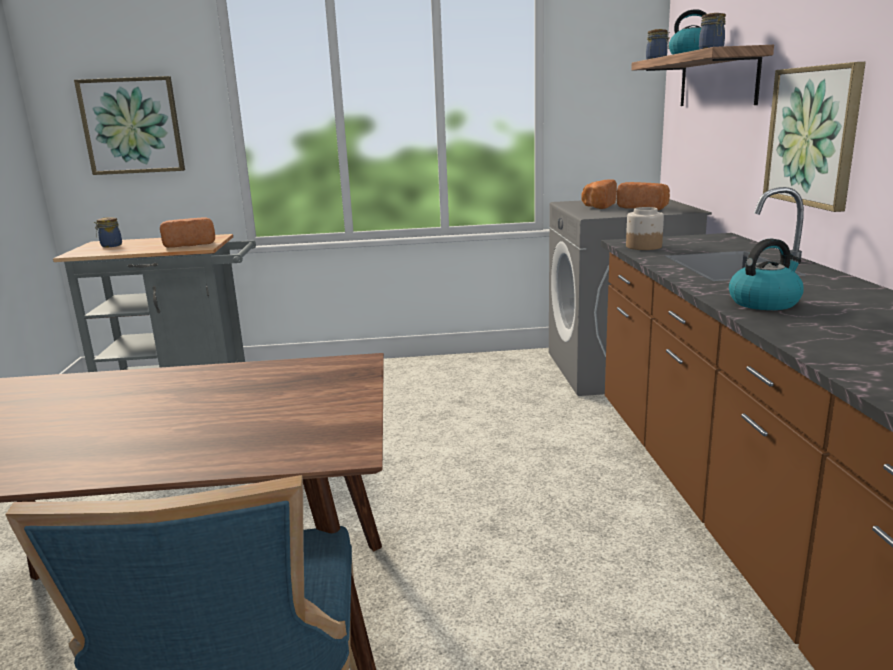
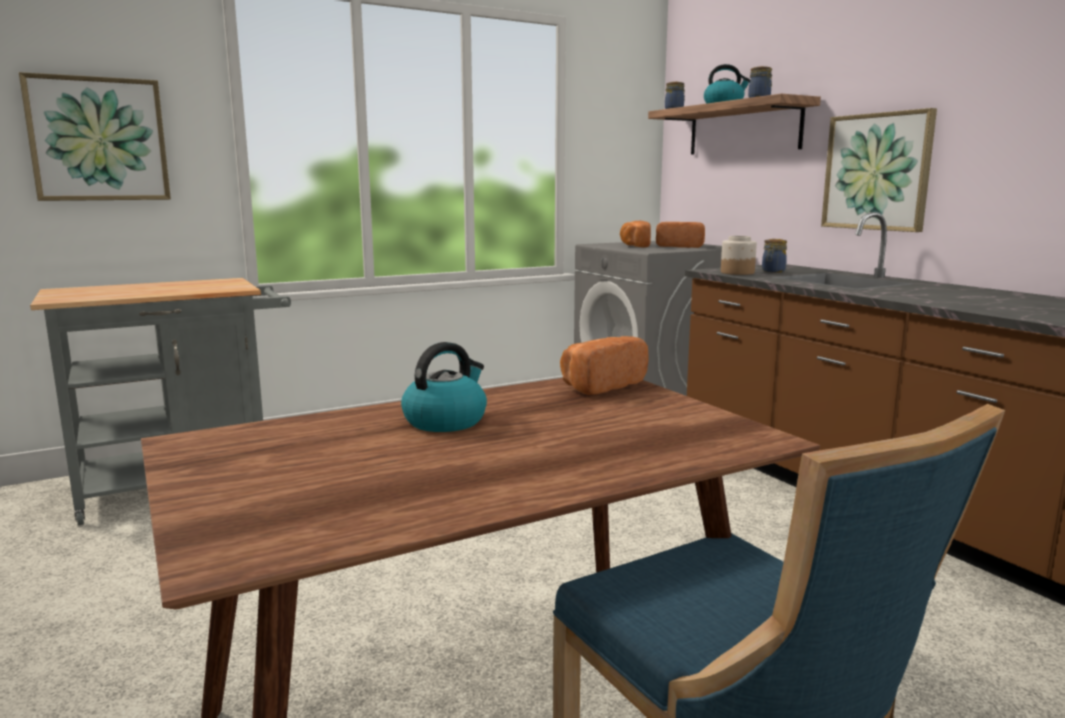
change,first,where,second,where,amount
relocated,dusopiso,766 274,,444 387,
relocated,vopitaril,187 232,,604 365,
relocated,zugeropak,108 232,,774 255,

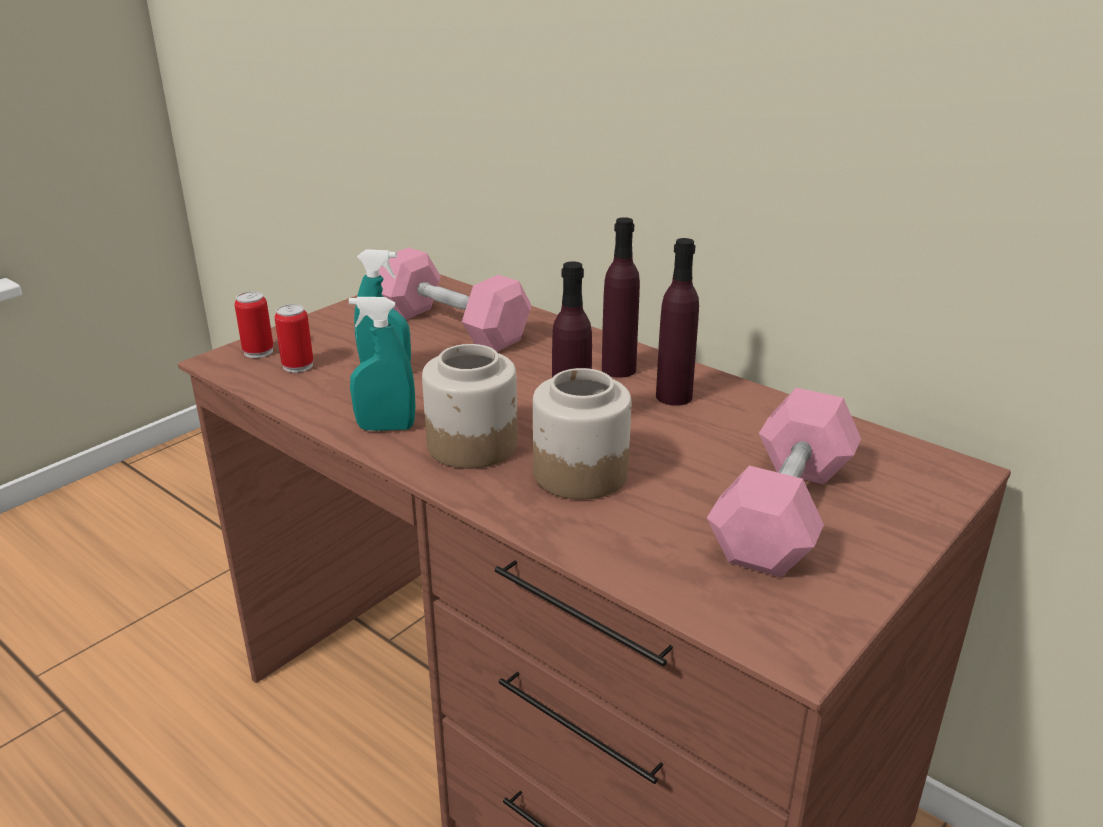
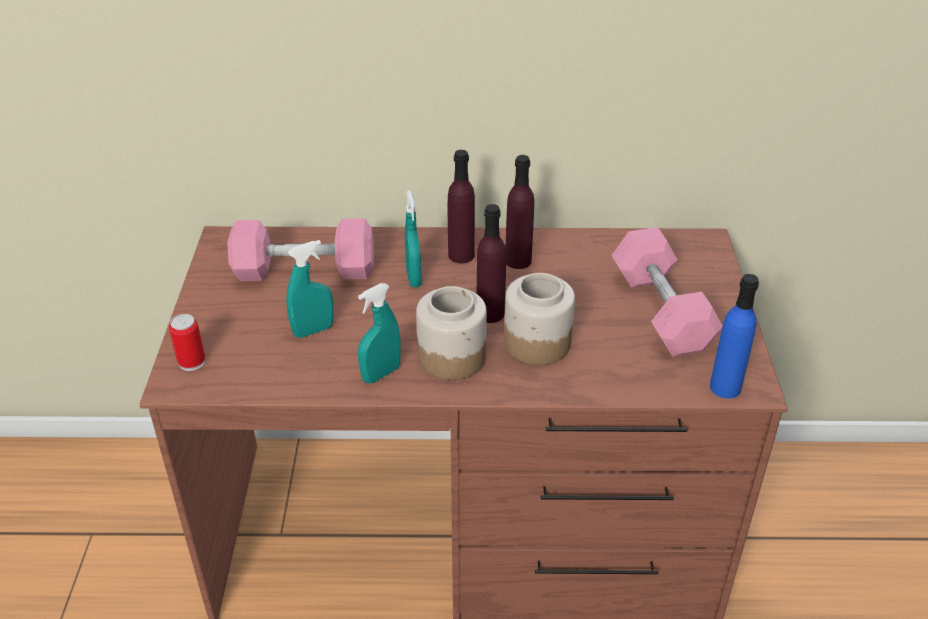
change,first,where,second,where,amount
appeared,,,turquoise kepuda,413 239,
appeared,,,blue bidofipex,734 336,
missing,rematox,294 338,,,

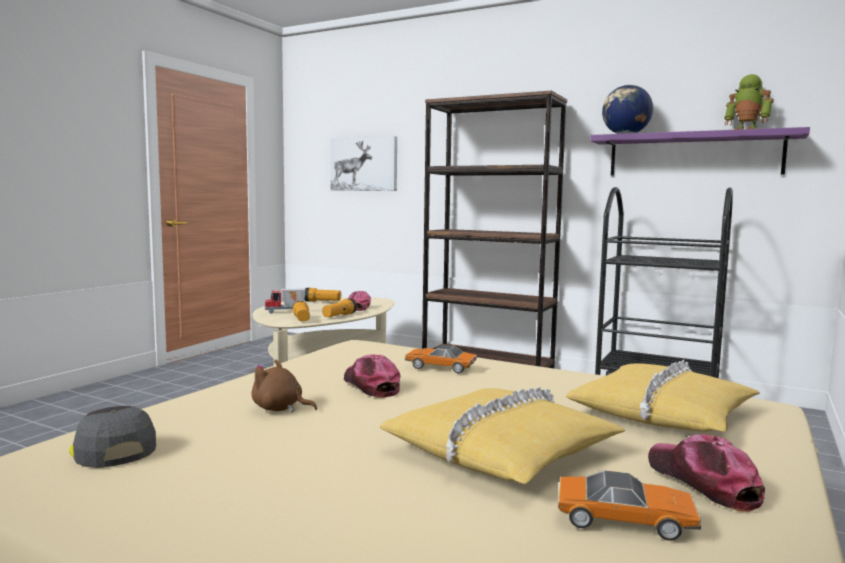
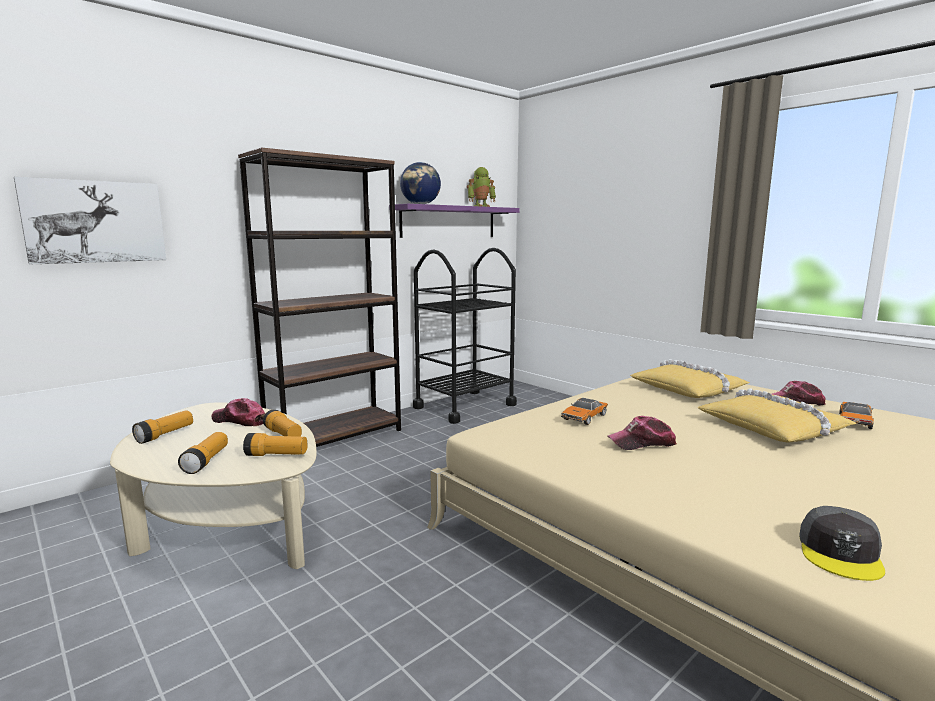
change,first,where,second,where,amount
exchanged,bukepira,284 301,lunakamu,203 453,
spun,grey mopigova,112 437,,842 543,45 degrees counterclockwise
missing,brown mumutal,284 385,,,

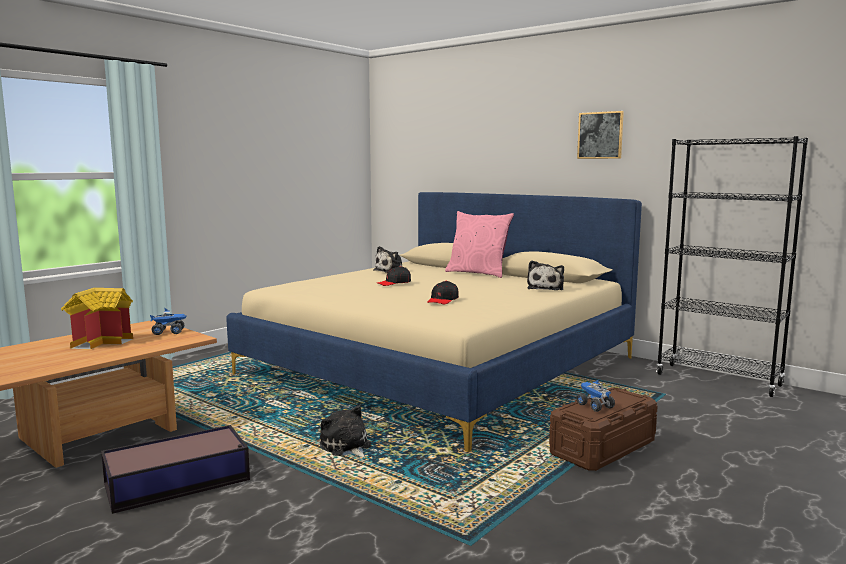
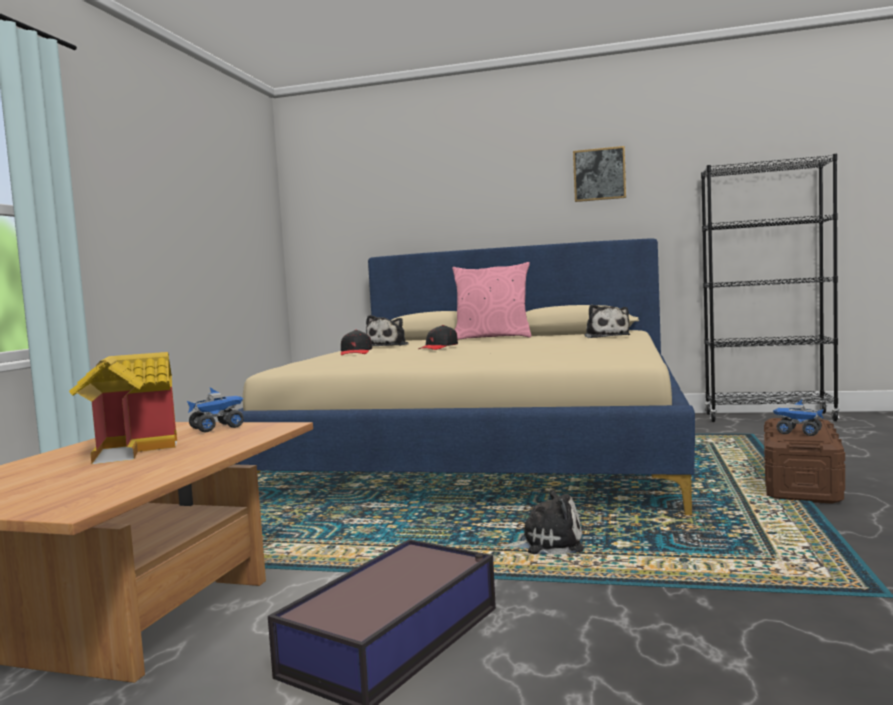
change,first,where,second,where,amount
relocated,black mopigova,443 293,,356 342,
spun,mumutal,345 432,,542 522,150 degrees clockwise

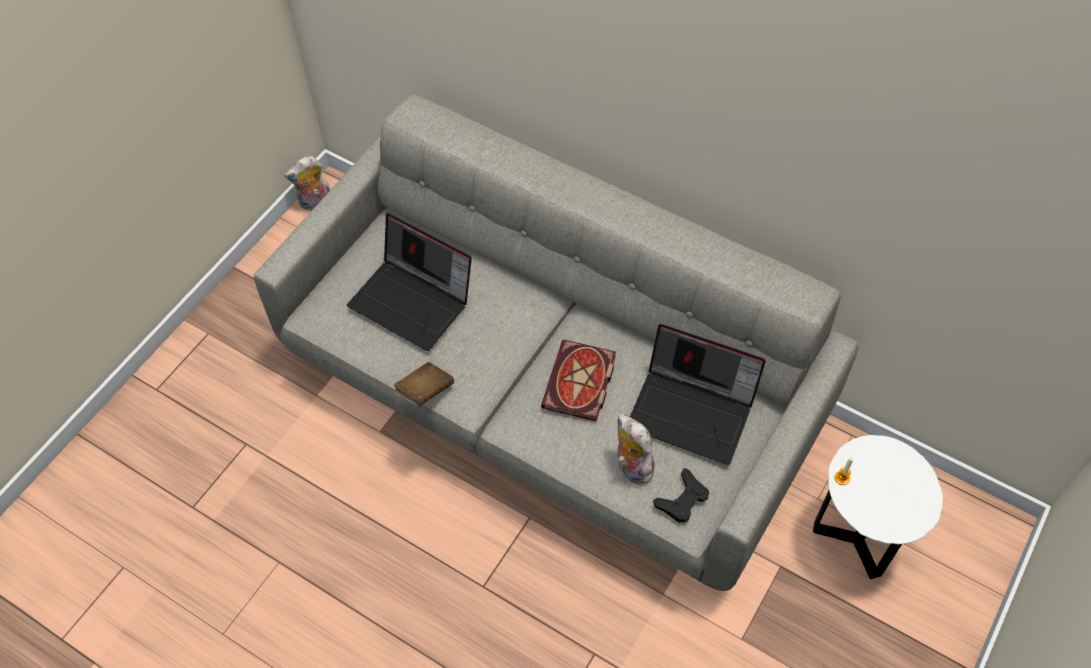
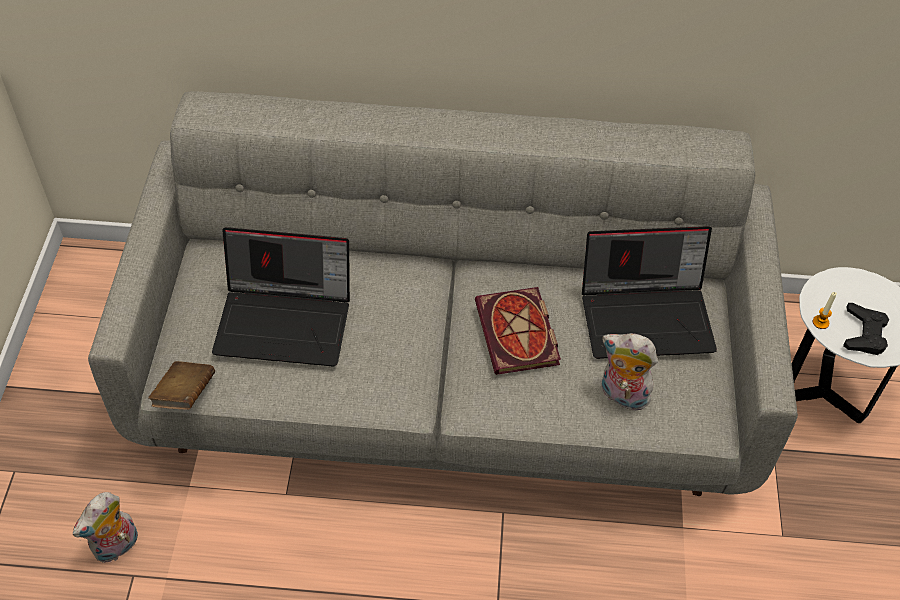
change,first,where,second,where,amount
relocated,mumutal,307 183,,105 527,
relocated,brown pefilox,424 384,,181 385,
relocated,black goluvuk,681 495,,866 329,

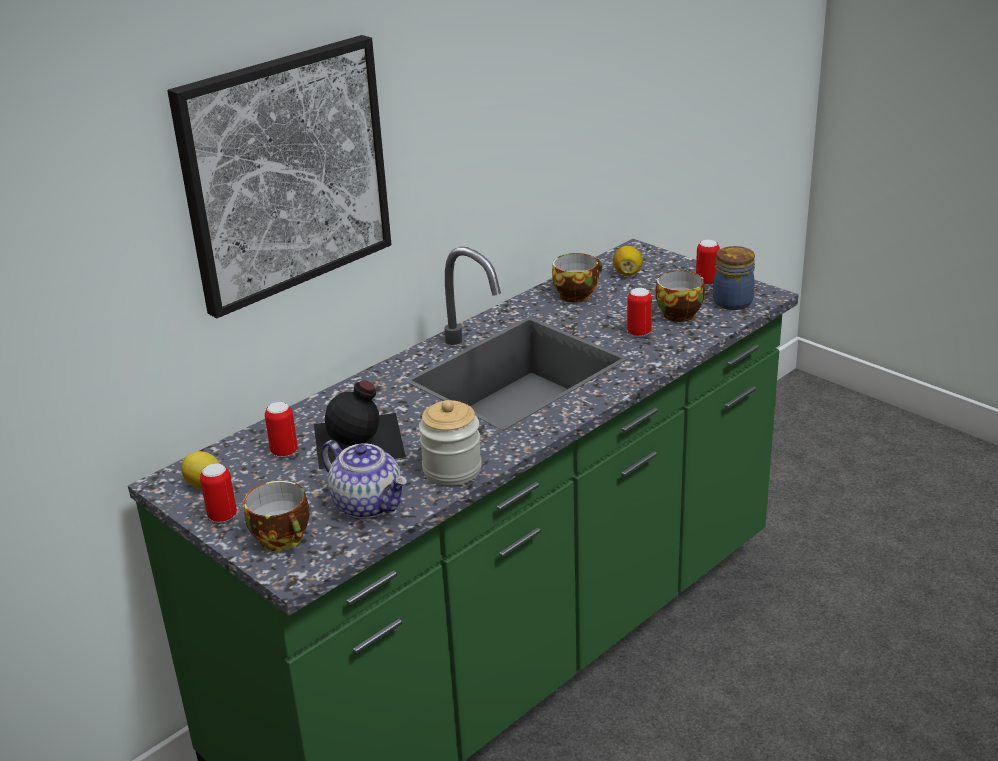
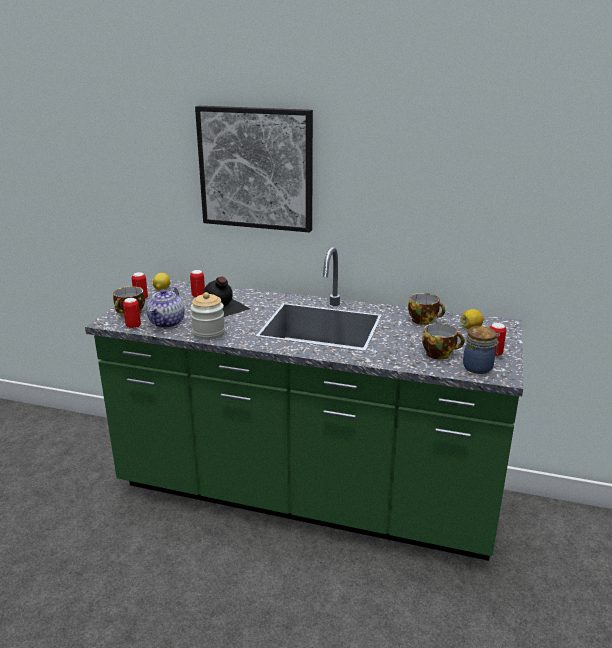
change,first,where,second,where,amount
relocated,rematox,639 312,,132 313,

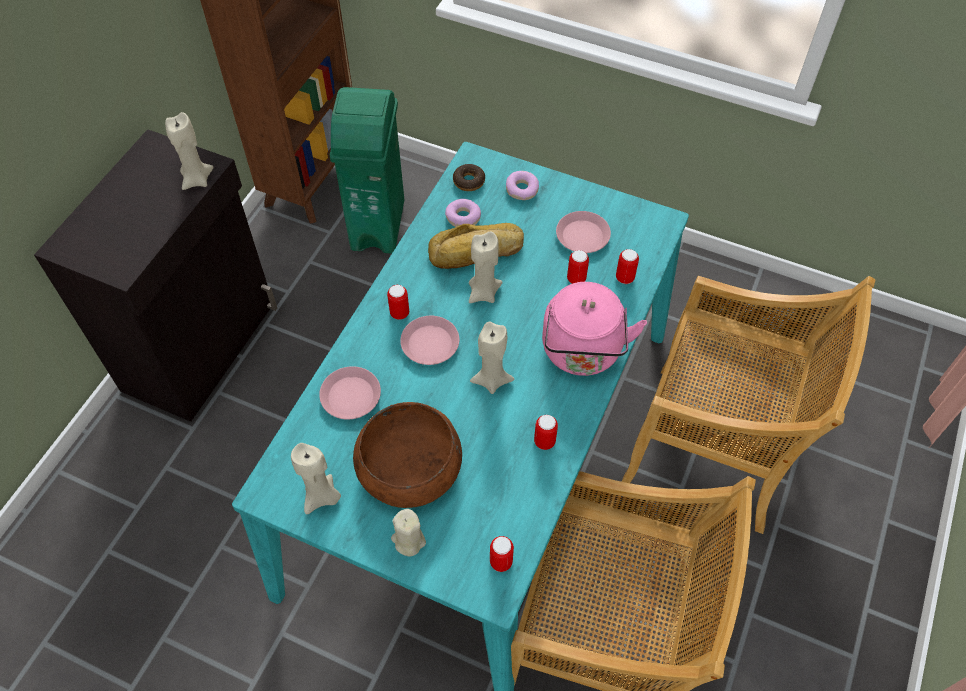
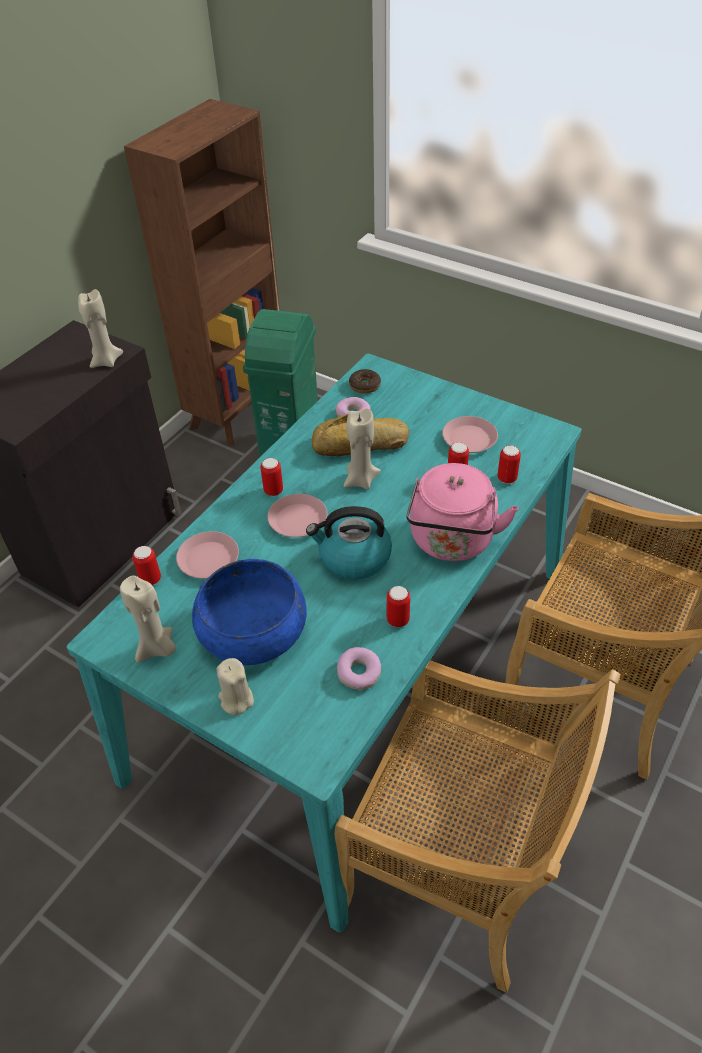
change,first,where,second,where,amount
relocated,rematox,502 554,,146 566,
colour,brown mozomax,407 455,blue mozomax,249 612,
exchanged,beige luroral,492 358,dusopiso,349 543,
relocated,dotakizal,522 185,,359 668,

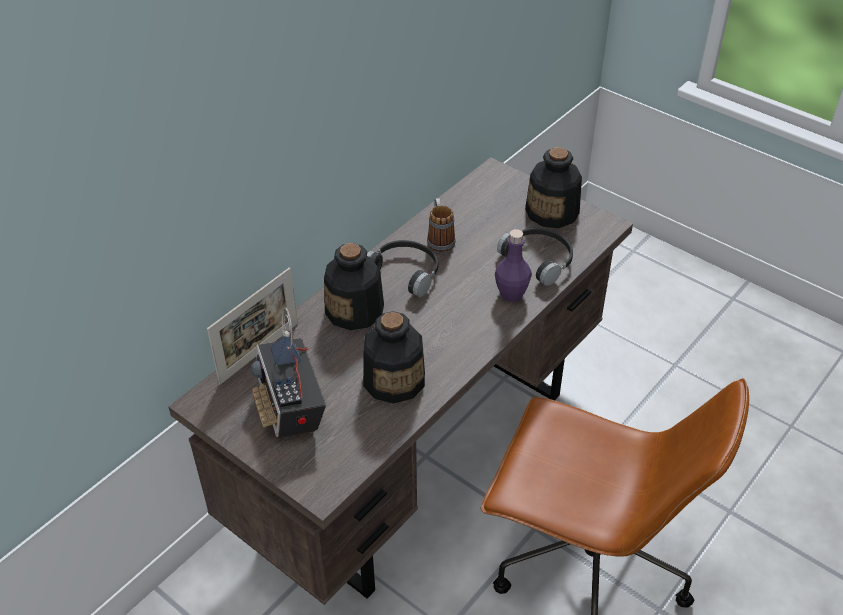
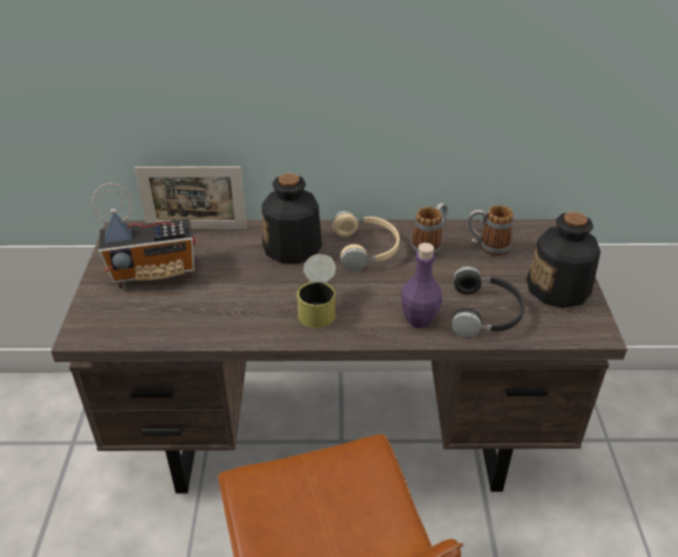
change,first,where,second,where,amount
spun,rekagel,288 373,,143 236,135 degrees counterclockwise
appeared,,,rematox,316 291,
colour,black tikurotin,402 268,beige tikurotin,366 241,
appeared,,,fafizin,490 230,
missing,bidofipex,394 357,,,

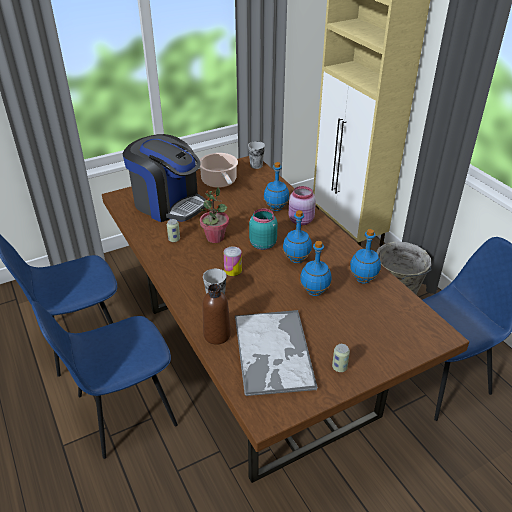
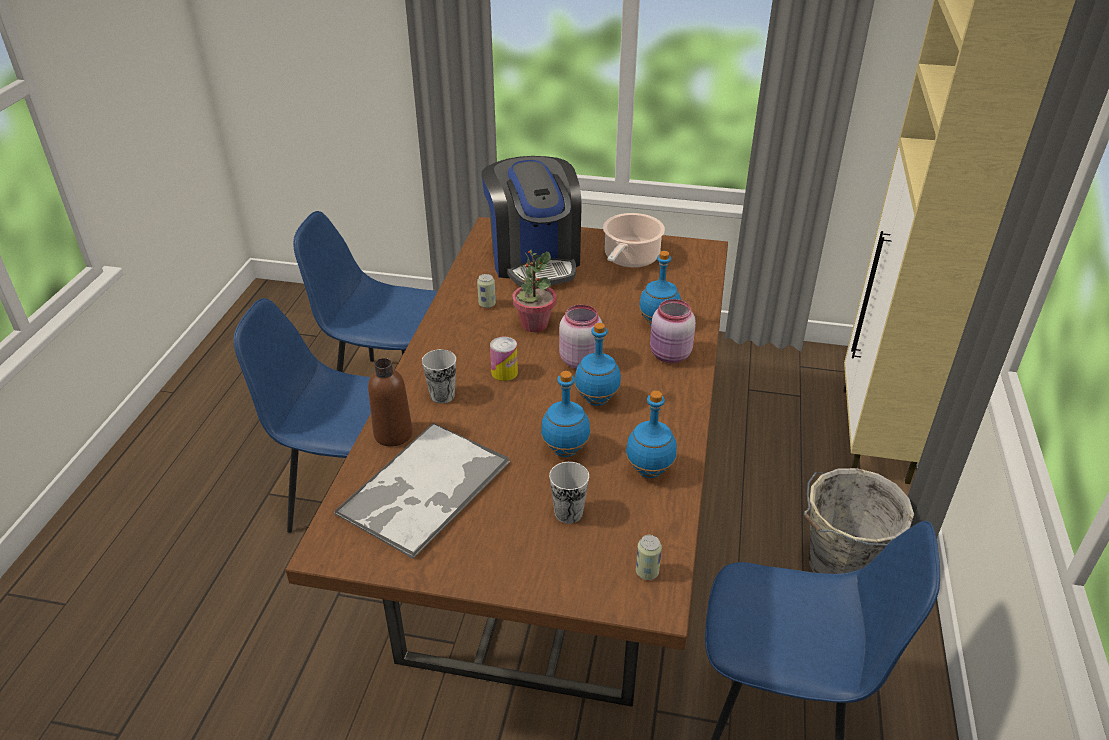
change,first,where,second,where,amount
relocated,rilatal,256 155,,569 493,
colour,turquoise zugeropak,263 229,pink zugeropak,580 337,
relocated,rematox,341 358,,649 557,

